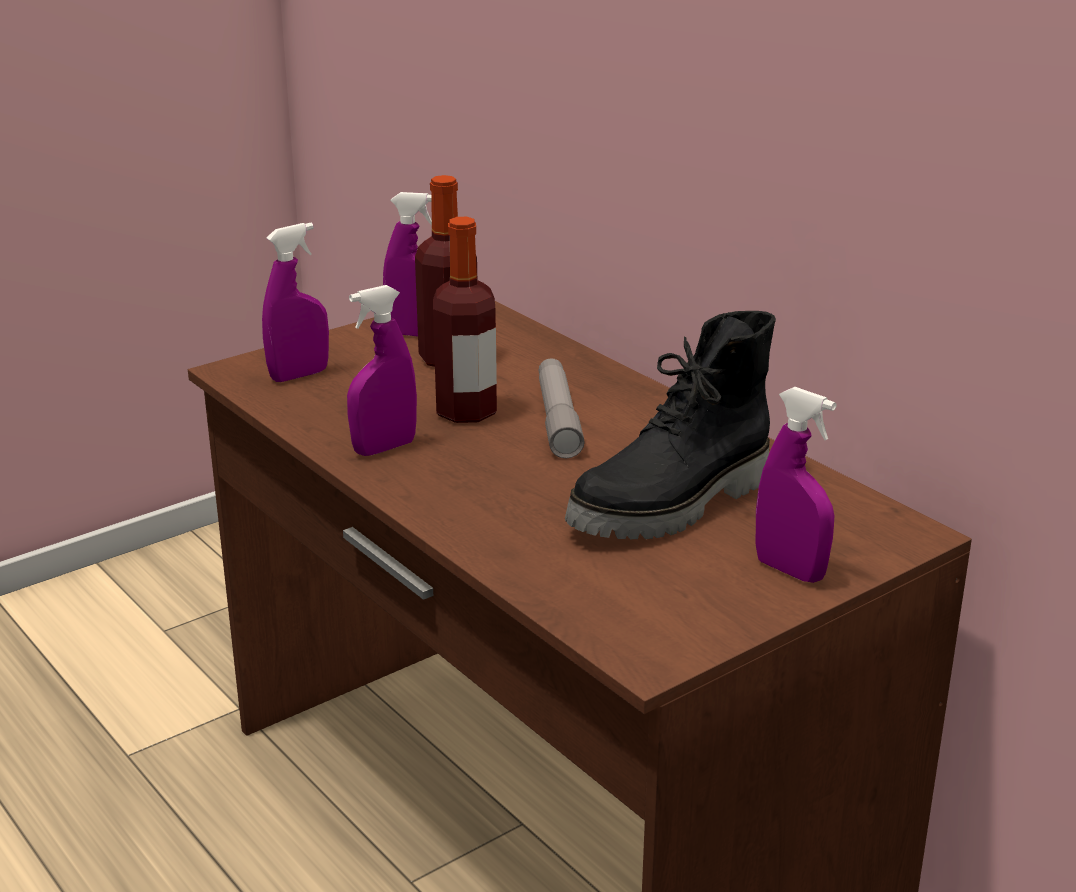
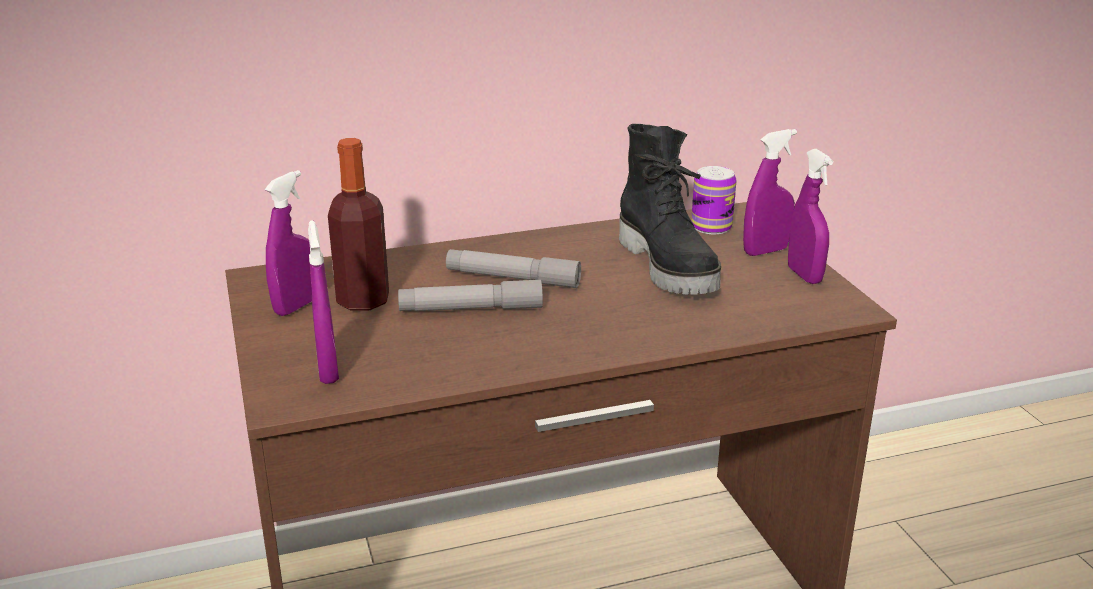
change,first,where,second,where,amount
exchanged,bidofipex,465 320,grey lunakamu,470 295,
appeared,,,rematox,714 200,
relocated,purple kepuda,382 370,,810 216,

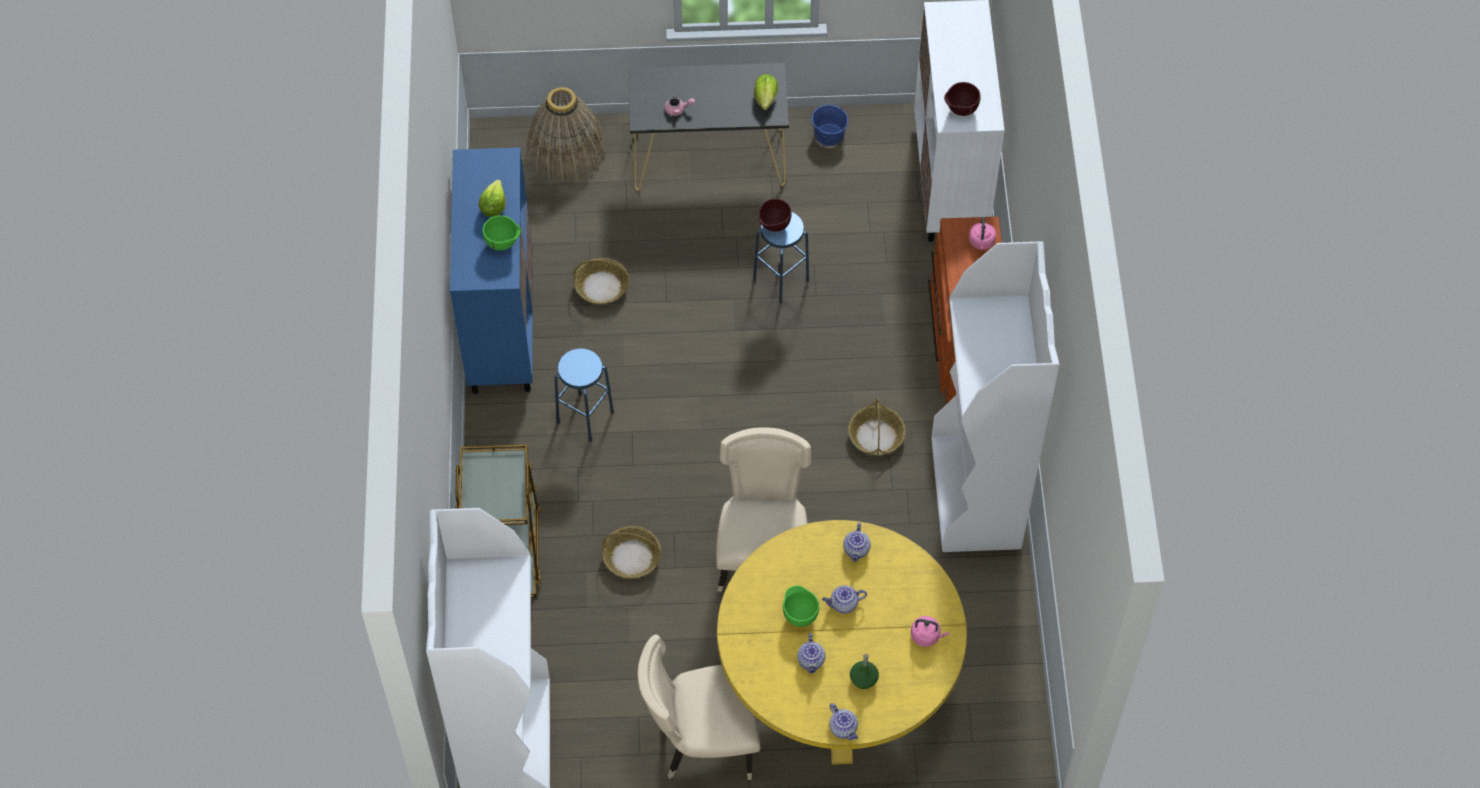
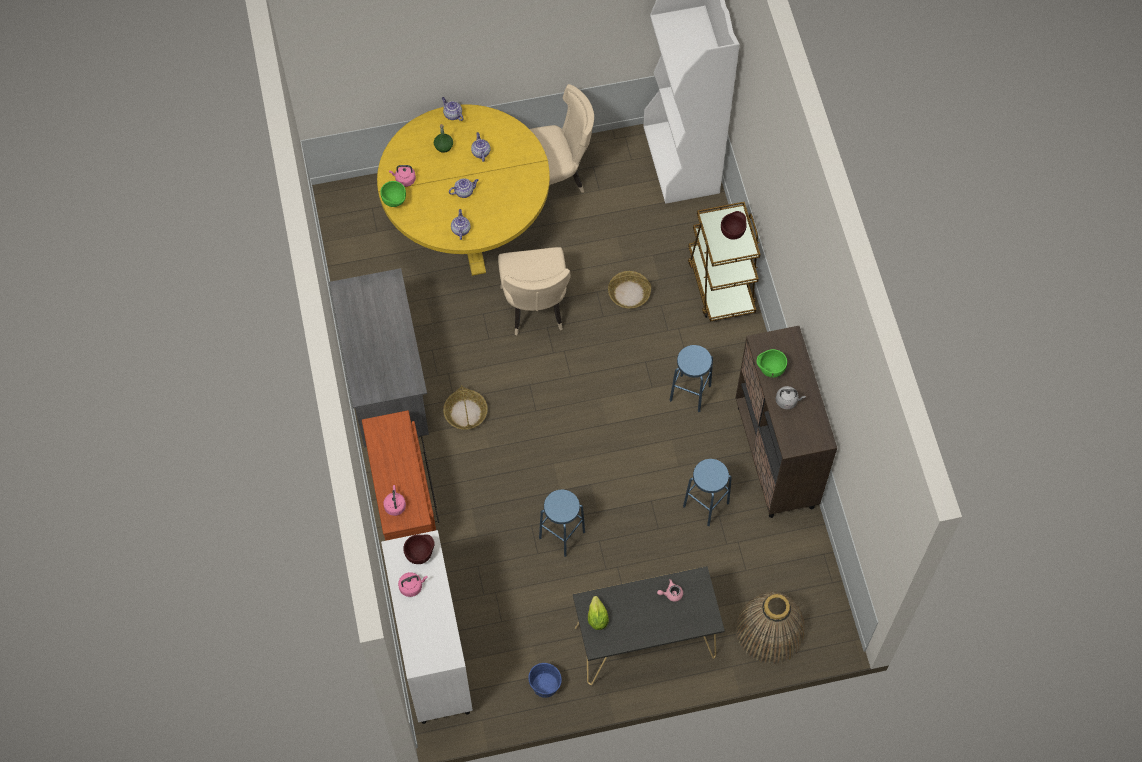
change,first,where,second,where,amount
exchanged,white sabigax,995 396,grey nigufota,379 357,
relocated,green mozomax,801 606,,393 194,
appeared,,,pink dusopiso,413 584,
exchanged,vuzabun,601 281,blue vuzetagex,707 492,
relocated,brown mozomax,775 215,,734 225,
colour,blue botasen,491 270,brown botasen,786 422,
exchanged,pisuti,492 198,grey dusopiso,791 397,

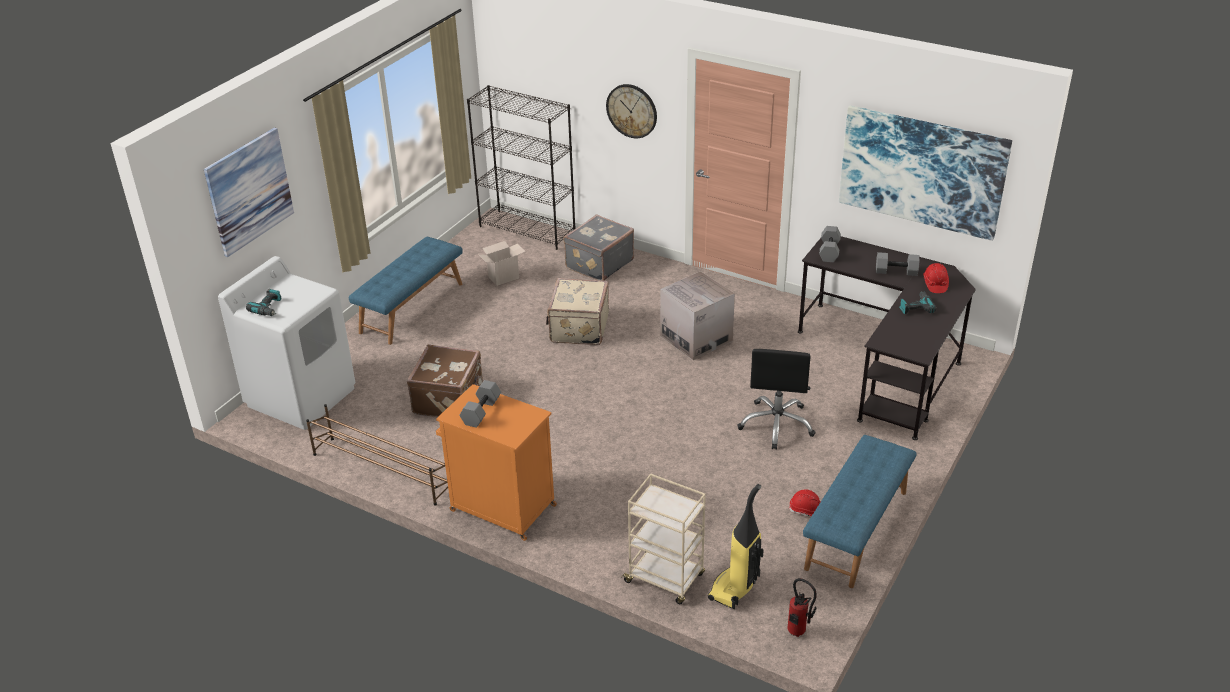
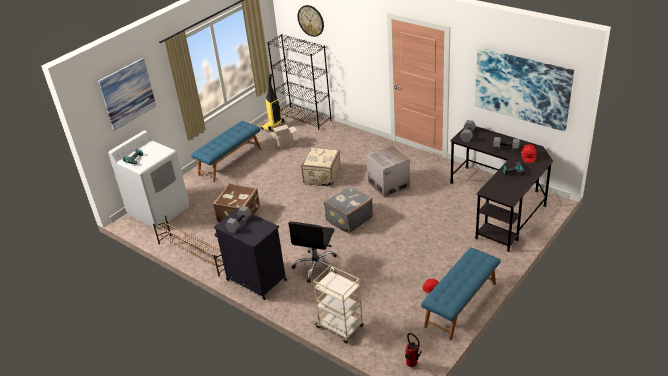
change,first,where,second,where,amount
colour,orange botasen,496 462,black botasen,250 254,
relocated,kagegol,736 546,,272 103,
relocated,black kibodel,776 399,,312 252,
relocated,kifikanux,631 111,,311 21,
relocated,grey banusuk,598 247,,348 209,

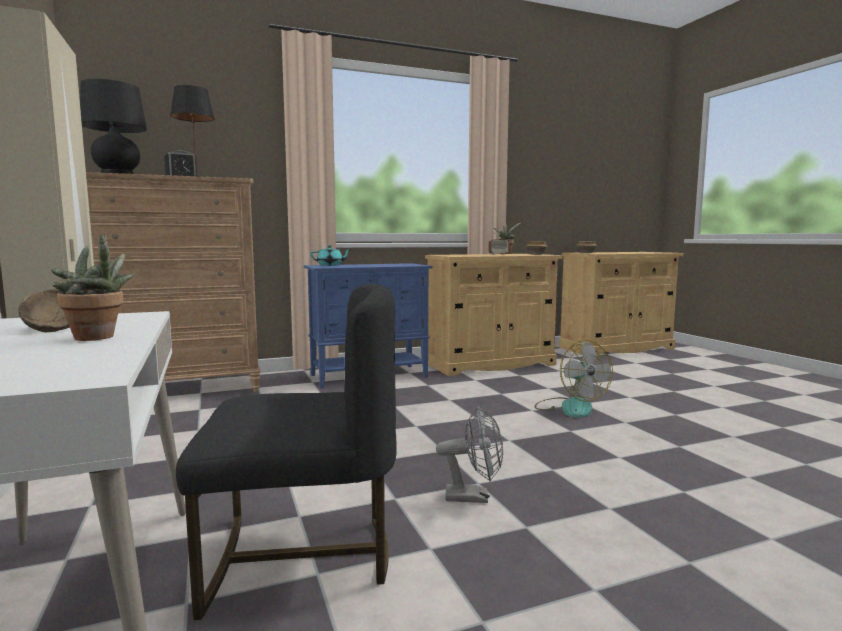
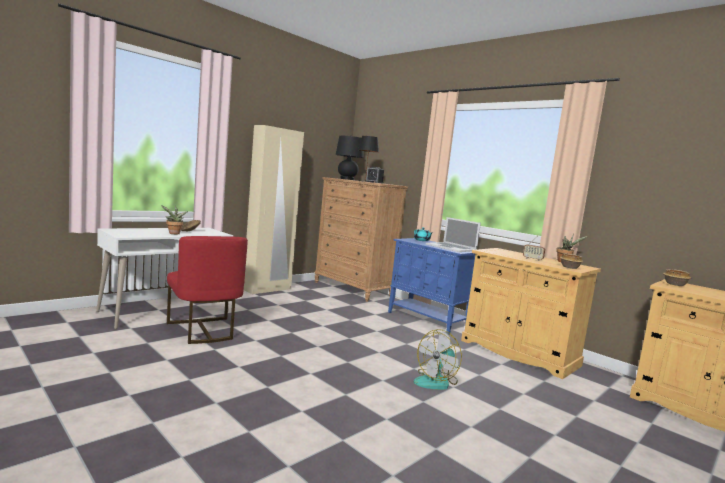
change,first,where,second,where,amount
colour,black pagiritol,286 452,red pagiritol,207 290,
appeared,,,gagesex,453 234,
missing,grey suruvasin,469 454,,,

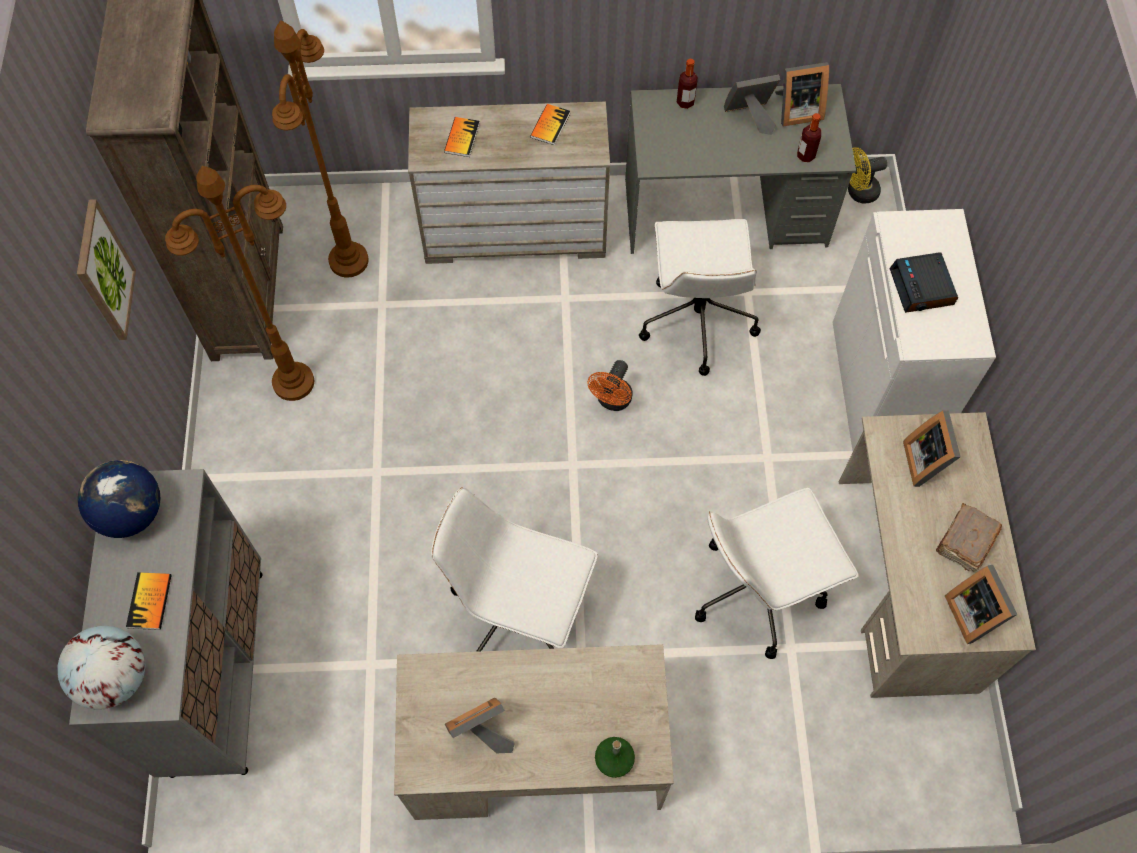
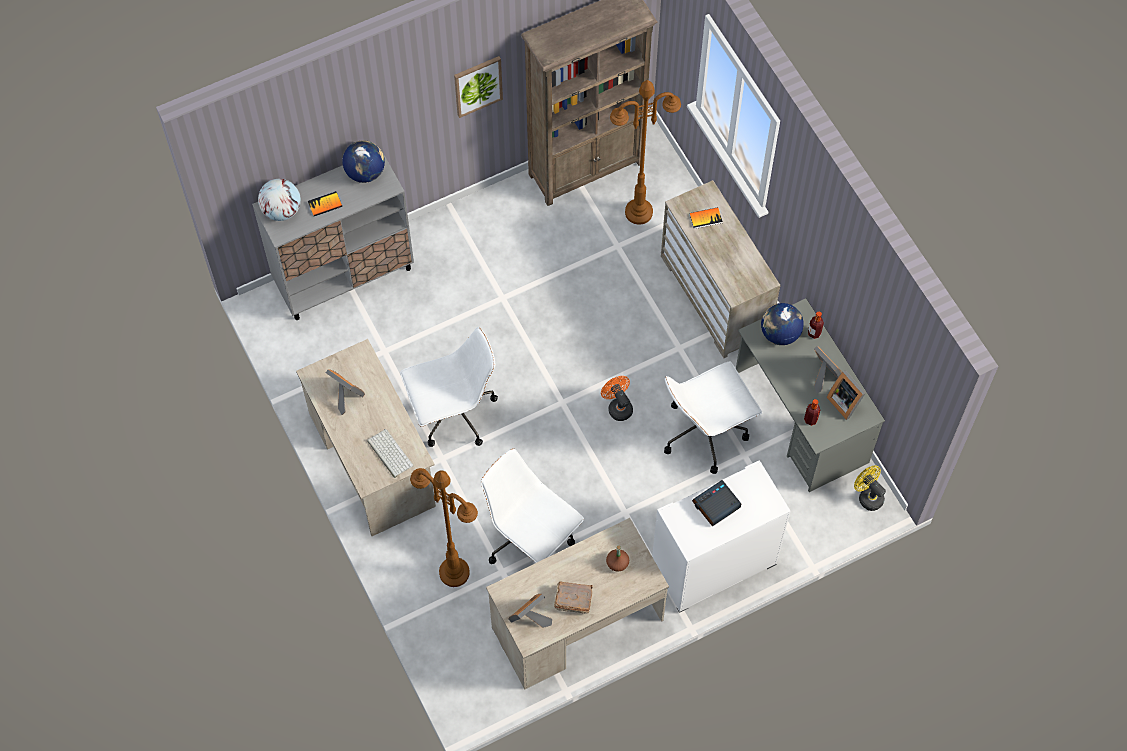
change,first,where,second,where,amount
appeared,,,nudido,390 453,
spun,white kibodel,514 569,,449 387,75 degrees clockwise
relocated,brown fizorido,239 283,,444 527,
spun,orange suruvasin,610 385,,617 398,60 degrees clockwise
exchanged,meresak,932 448,brown bidofipex,617 559,
appeared,,,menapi,782 324,
missing,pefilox,550 124,,,
missing,green bidofipex,615 757,,,

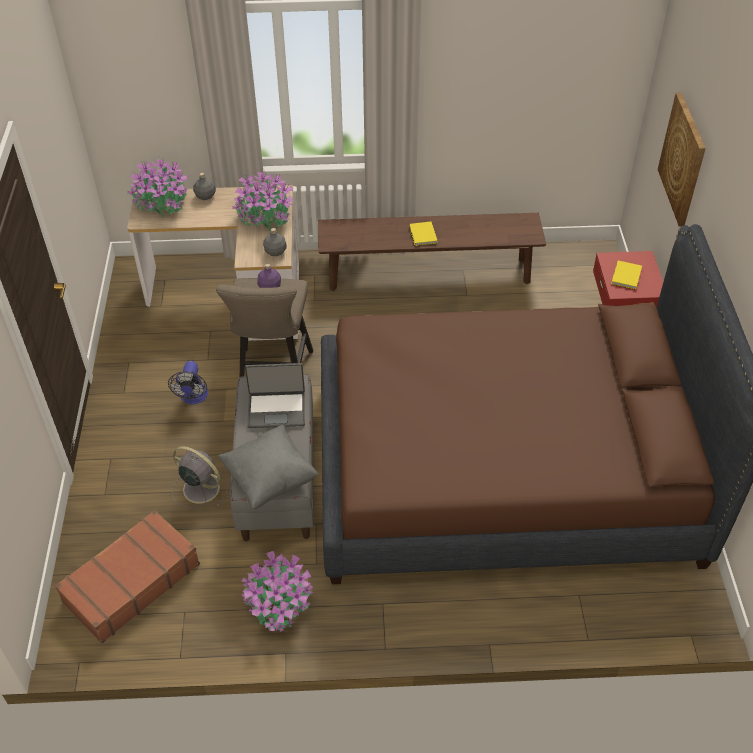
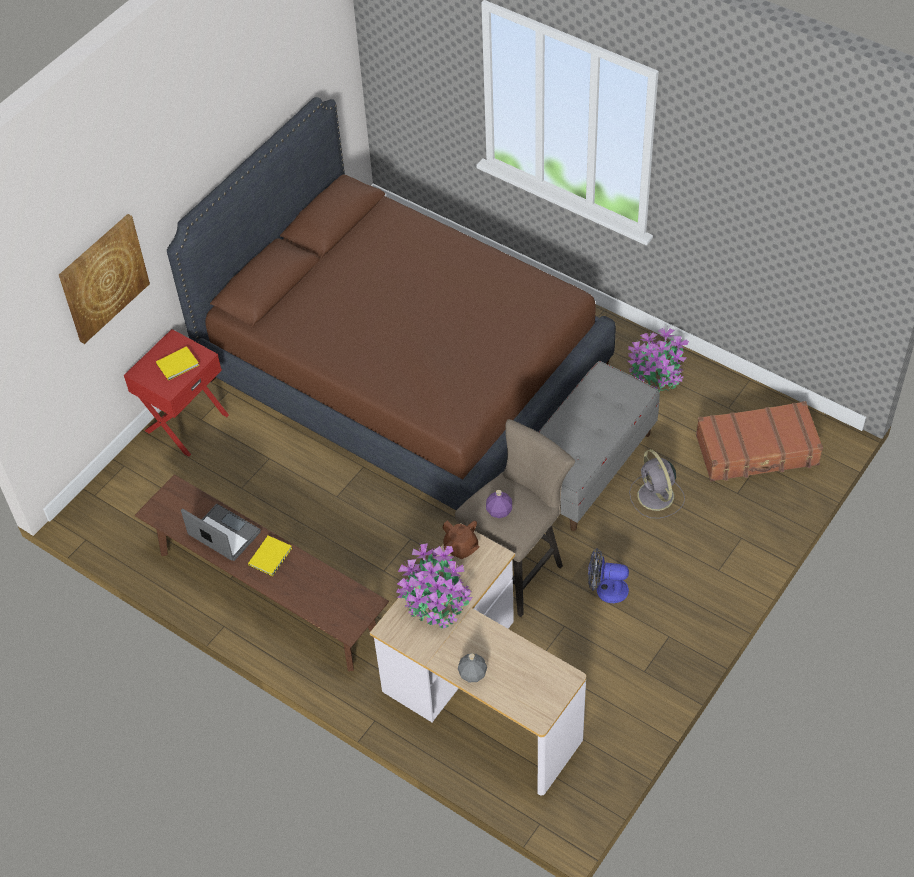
change,first,where,second,where,amount
relocated,gagesex,275 395,,221 532,
exchanged,grey bidofipex,275 242,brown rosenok,460 540,
spun,suruvasin,188 382,,608 575,120 degrees counterclockwise
missing,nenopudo,157 188,,,
missing,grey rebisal,268 467,,,

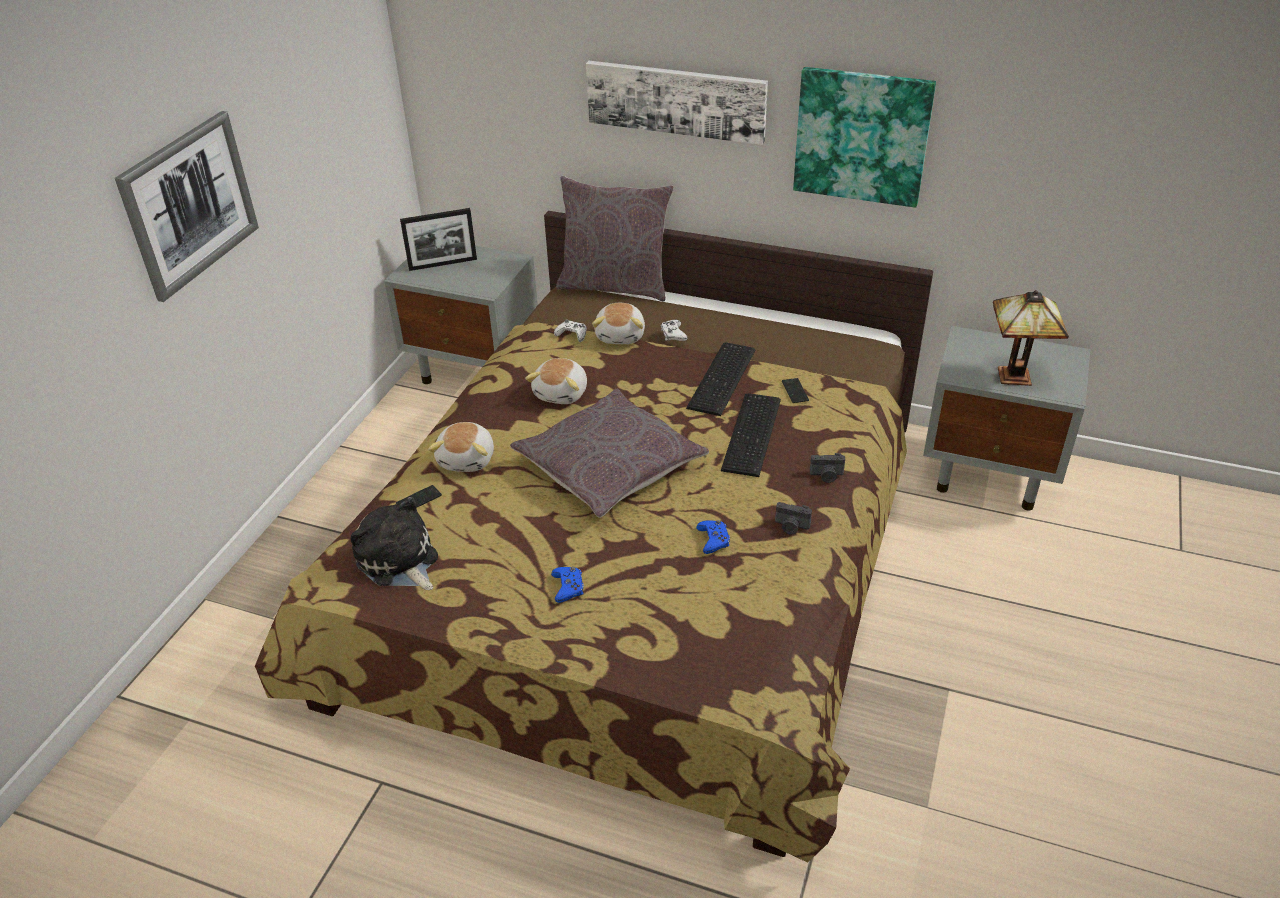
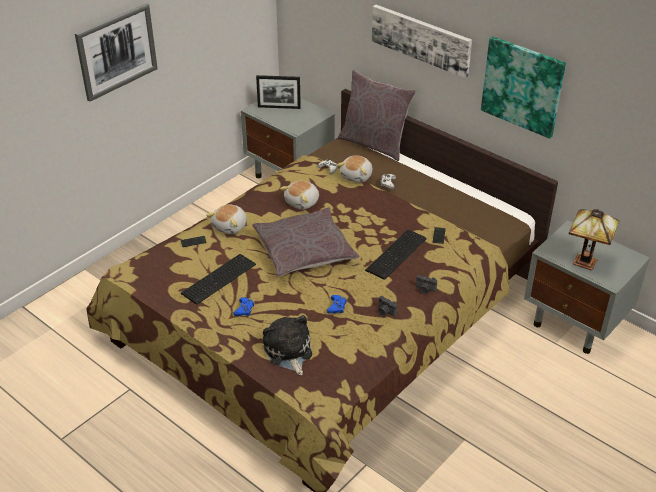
change,first,where,second,where,amount
relocated,nudido,721 379,,218 279,
relocated,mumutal,394 543,,287 345,

